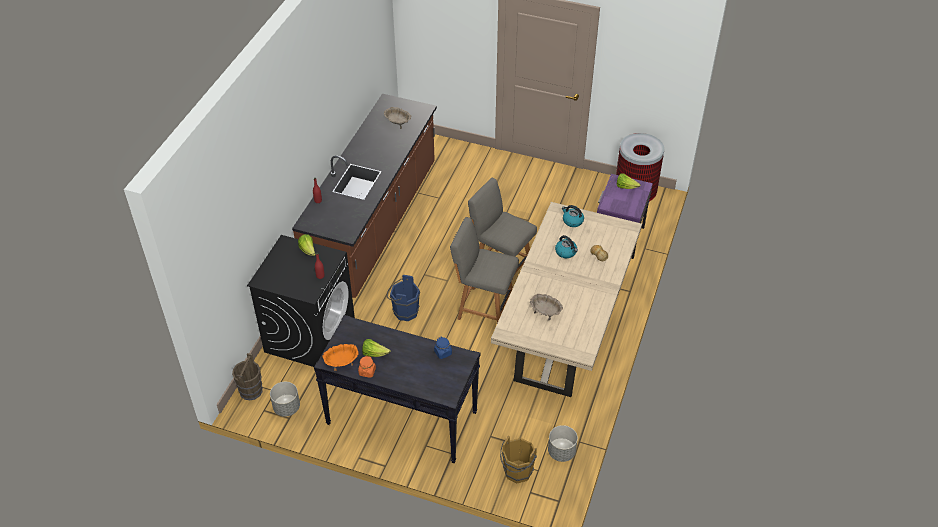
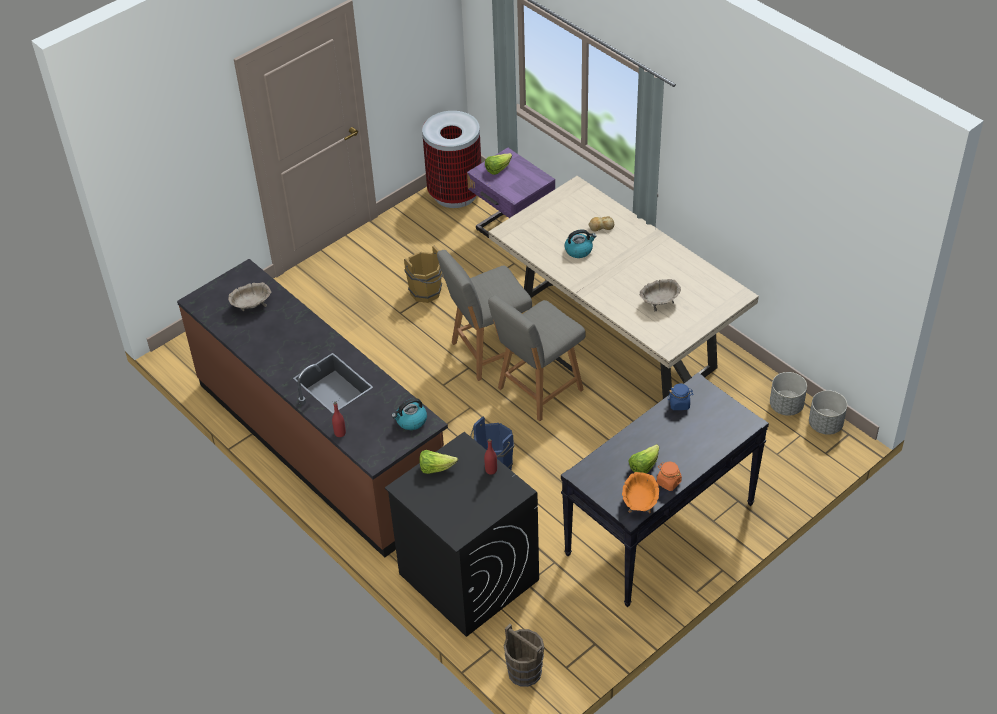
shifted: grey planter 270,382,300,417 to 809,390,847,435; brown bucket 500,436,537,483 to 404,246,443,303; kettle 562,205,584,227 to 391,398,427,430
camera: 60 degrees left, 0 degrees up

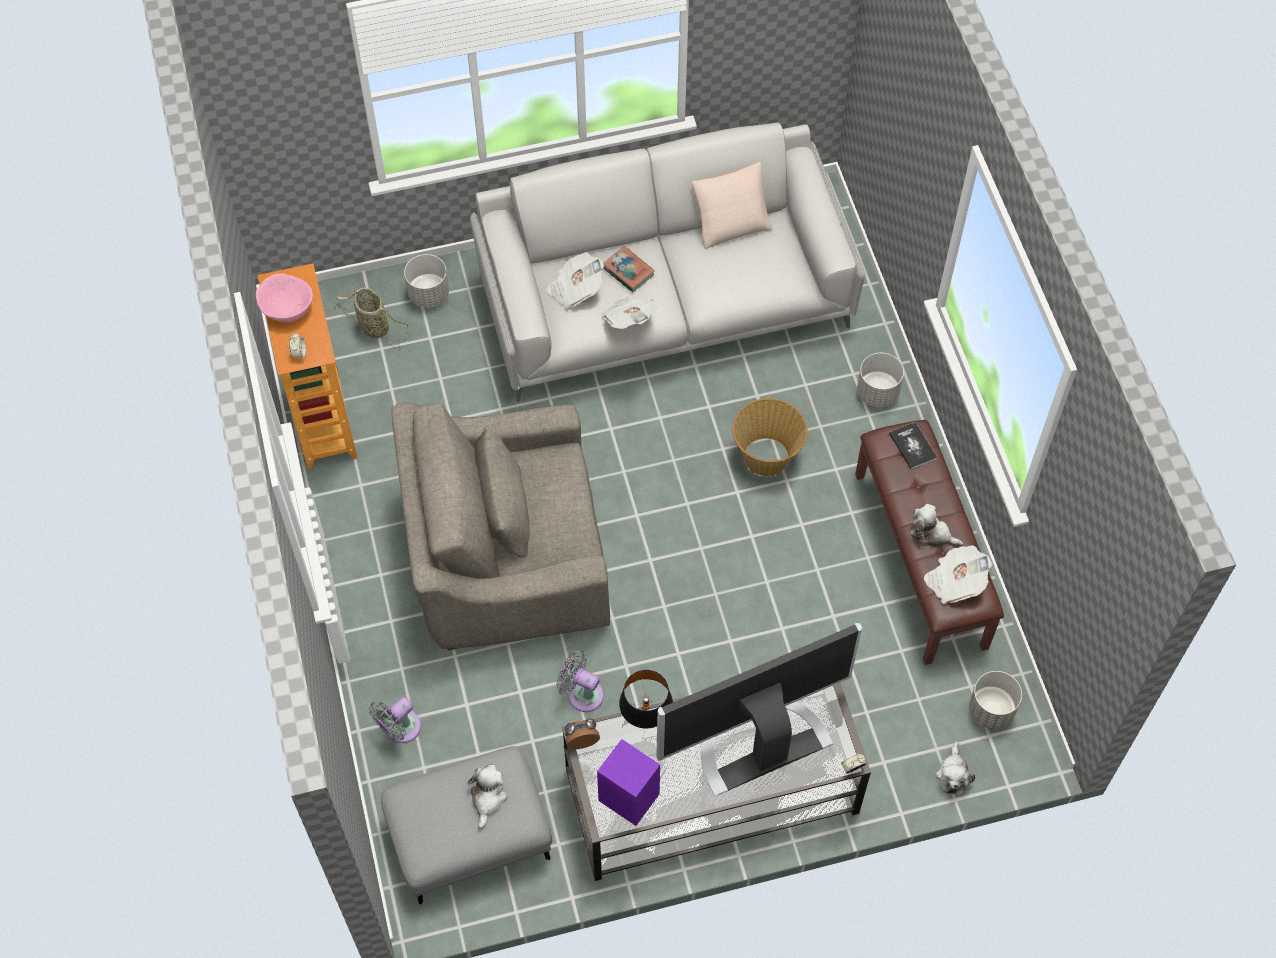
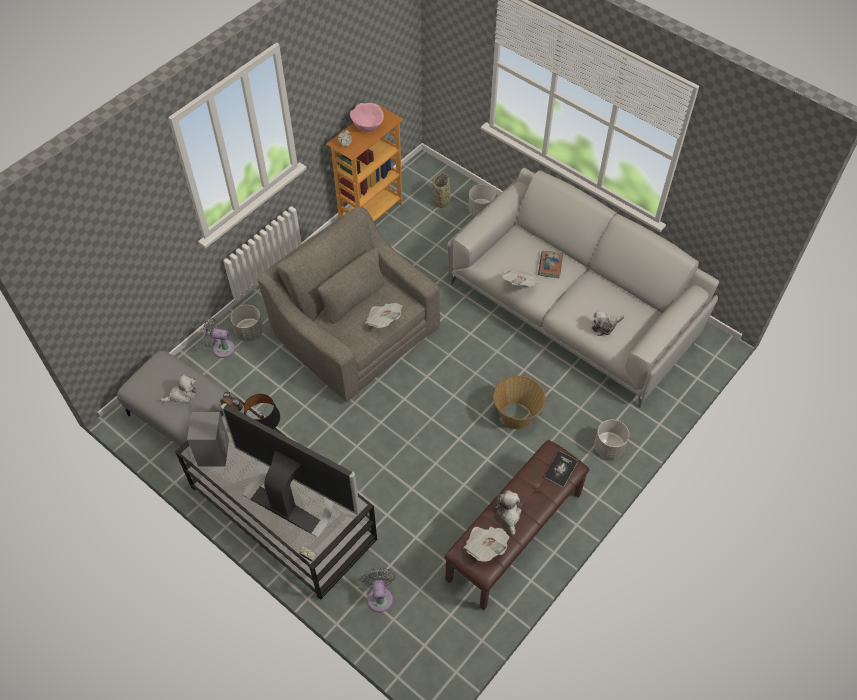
gone: beige pillow 692,162,772,249
shifted: newspaper 547,252,604,308 to 365,302,403,328; grey fan 556,650,604,712 to 360,568,396,612; plush toy 935,741,975,795 to 592,310,624,336; grey planter 969,671,1022,729 to 231,305,263,341
repainted: purple speaker 597,739,660,826 to grey speaker 187,412,229,467
camera: 55 degrees right, 5 degrees down

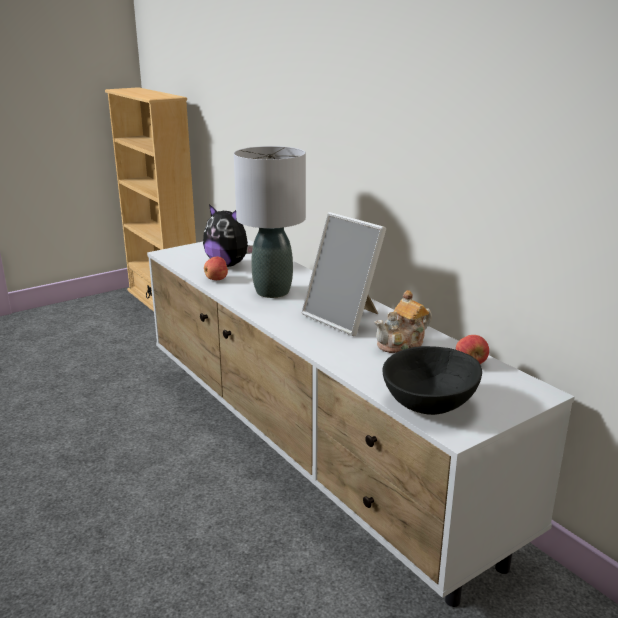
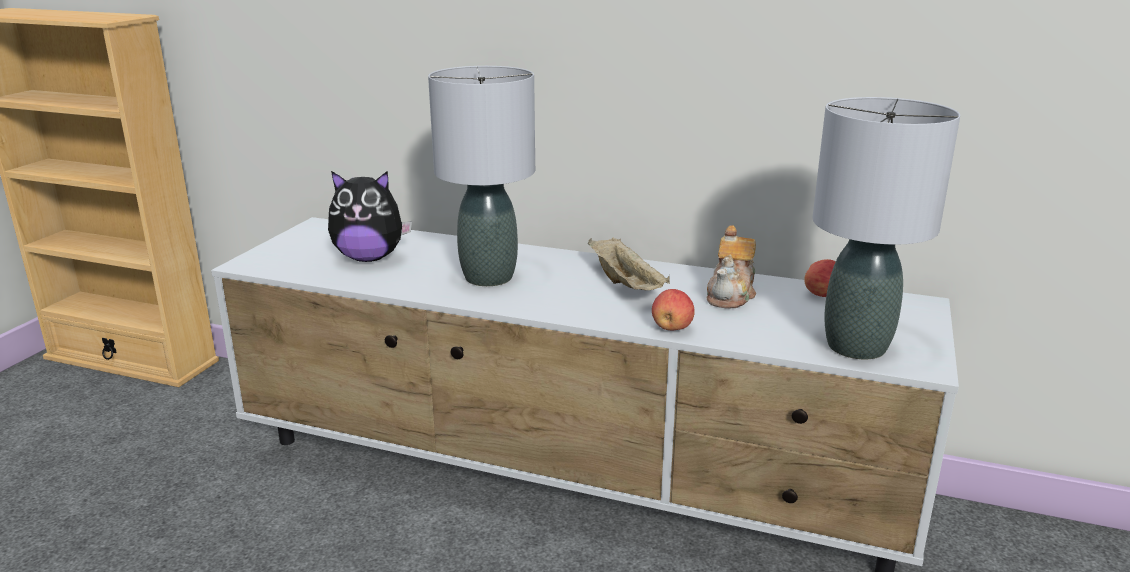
shifted: apple 204,257,228,280 to 652,289,695,330
swapped: picture frame 302,212,386,336 to beige tray 588,238,670,290; black bowl 383,346,482,415 to grey table lamp 813,97,960,360
camera: 35 degrees left, 0 degrees up

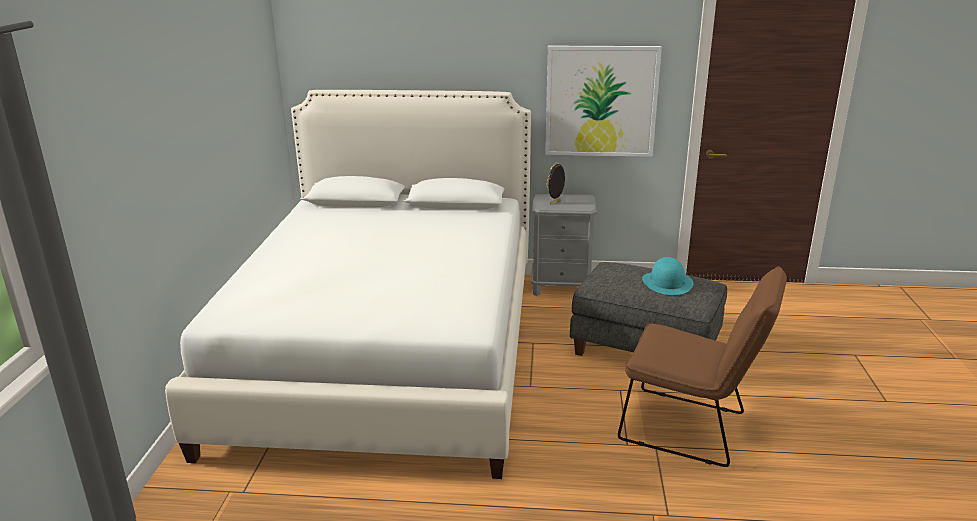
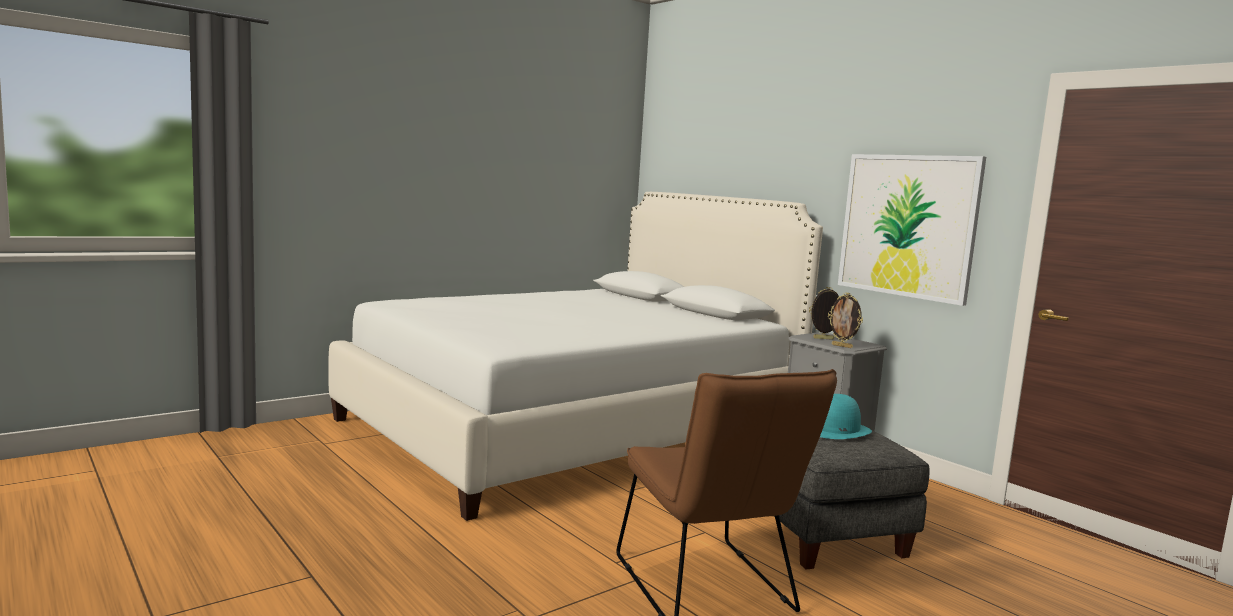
new: picture frame 828,293,863,348
camera: 45 degrees right, 15 degrees down

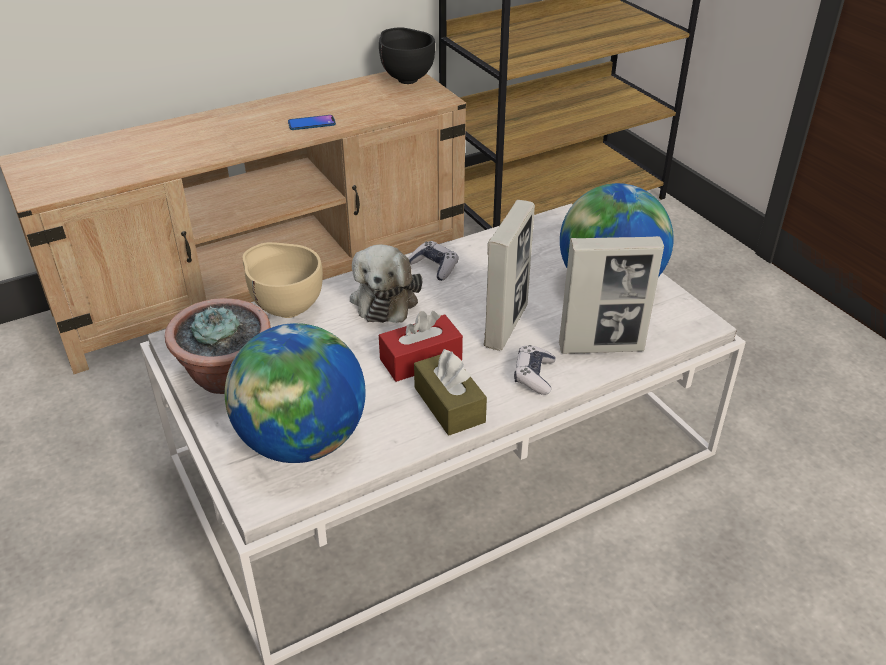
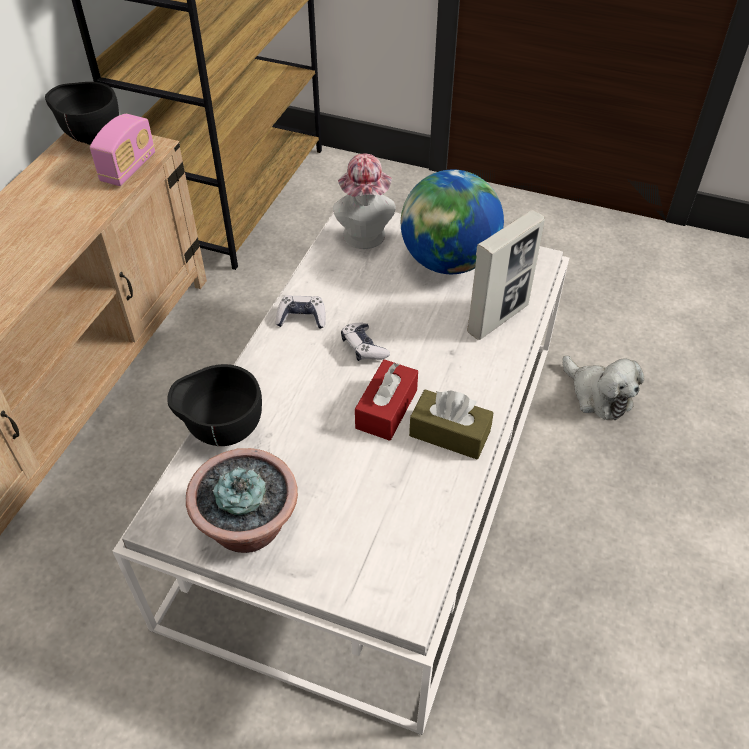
gone: globe 225,323,365,463; phone 288,115,336,130; picture frame 484,200,535,351
new: radio 90,114,155,186; hat 333,154,396,249
shifted: plush toy 350,244,422,323 to 563,355,644,420; game controller 514,345,555,395 to 341,323,390,361
repainted: beige bowl 243,242,323,318 to black bowl 167,364,262,446
camera: 40 degrees left, 10 degrees up

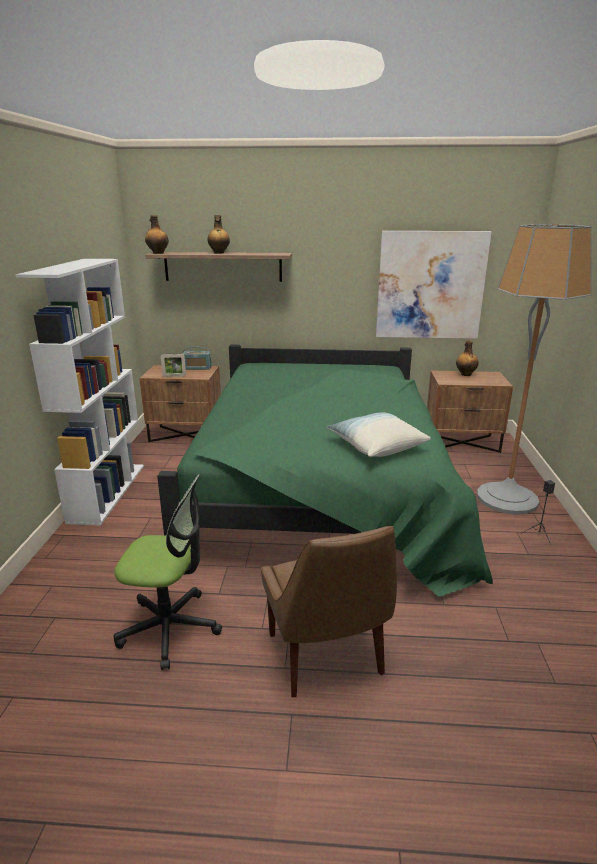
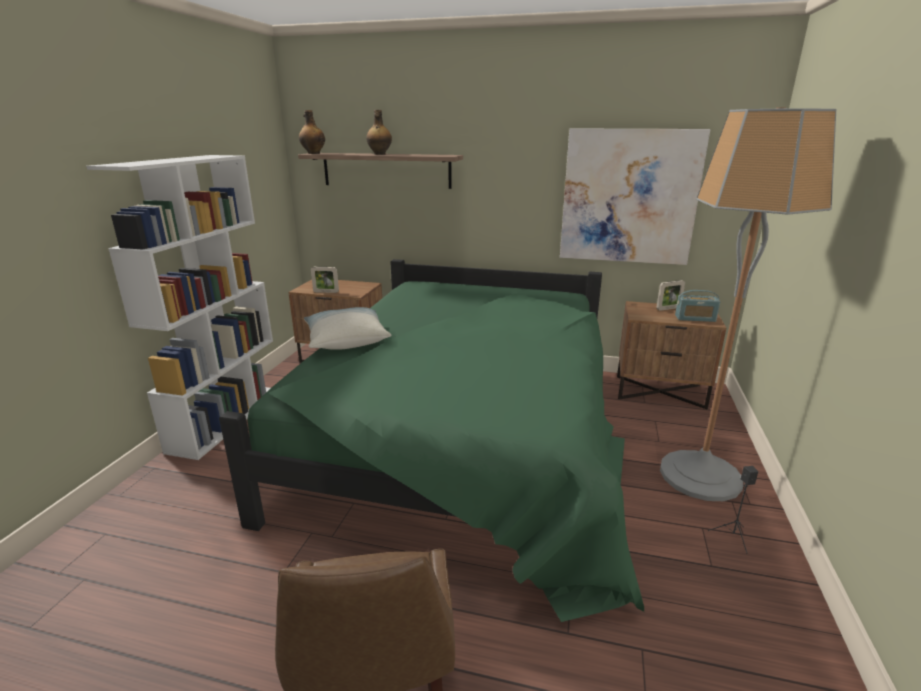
gone: office chair 114,474,222,670
shifted: radio 182,347,211,370 to 675,290,720,322; pillow 326,412,431,457 to 304,307,391,350
swapped: bottle 456,341,478,376 to picture frame 656,280,685,311
camera: 10 degrees right, 0 degrees up

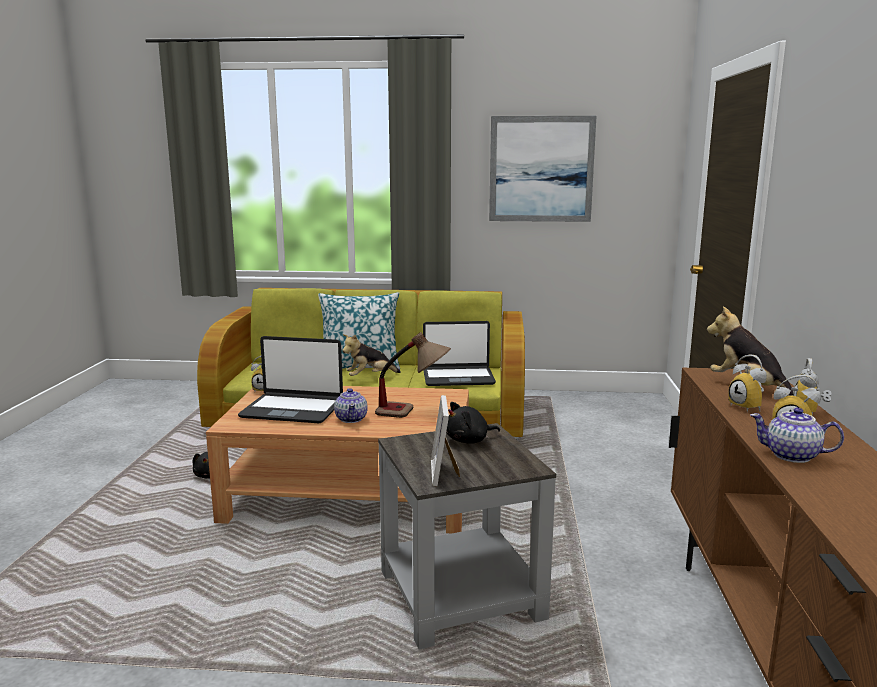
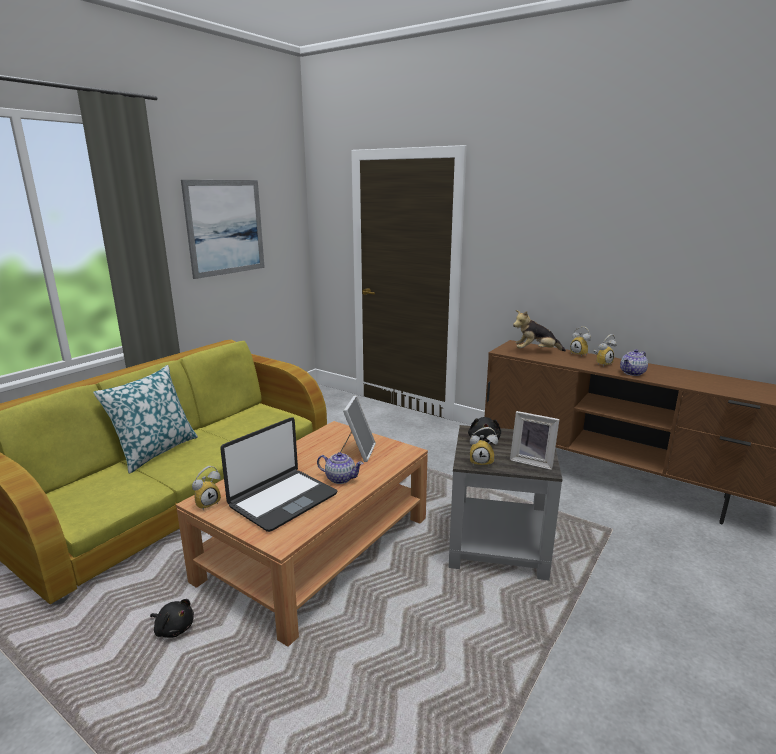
gone: plush toy 342,334,401,376; laptop 423,321,496,386
shifted: alarm clock 728,355,767,412 to 470,427,498,466
swapped: table lamp 375,332,451,418 to picture frame 340,395,376,462
camera: 60 degrees left, 5 degrees up

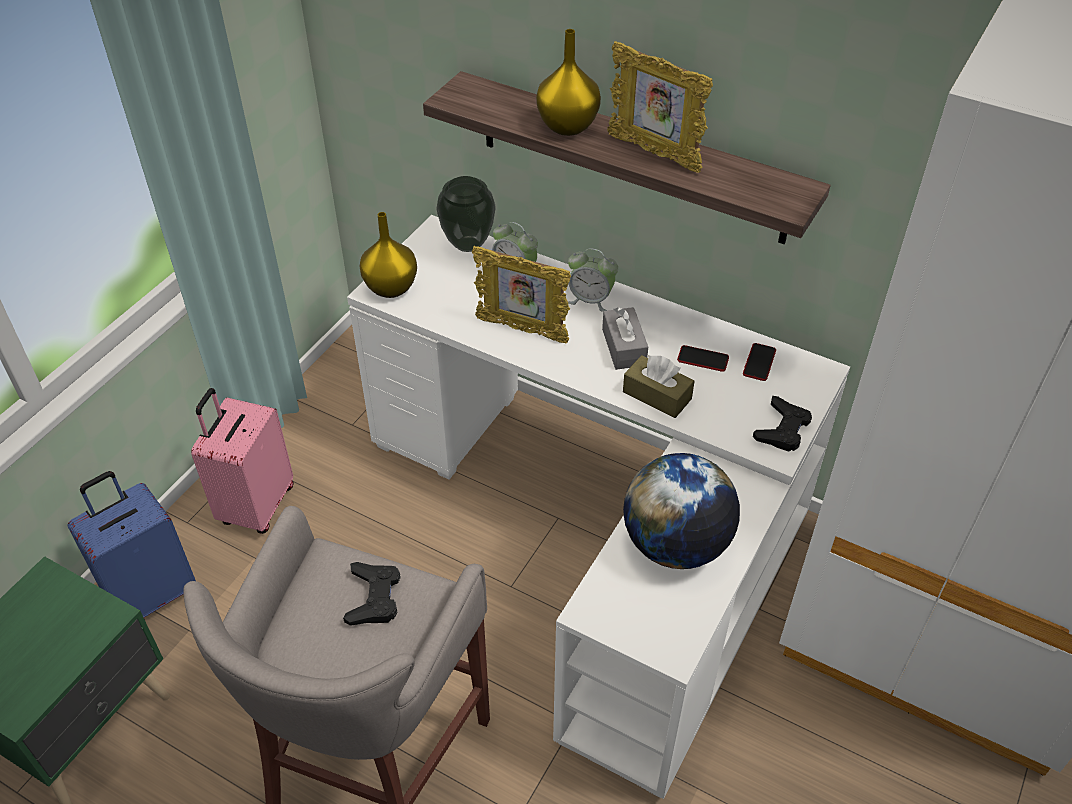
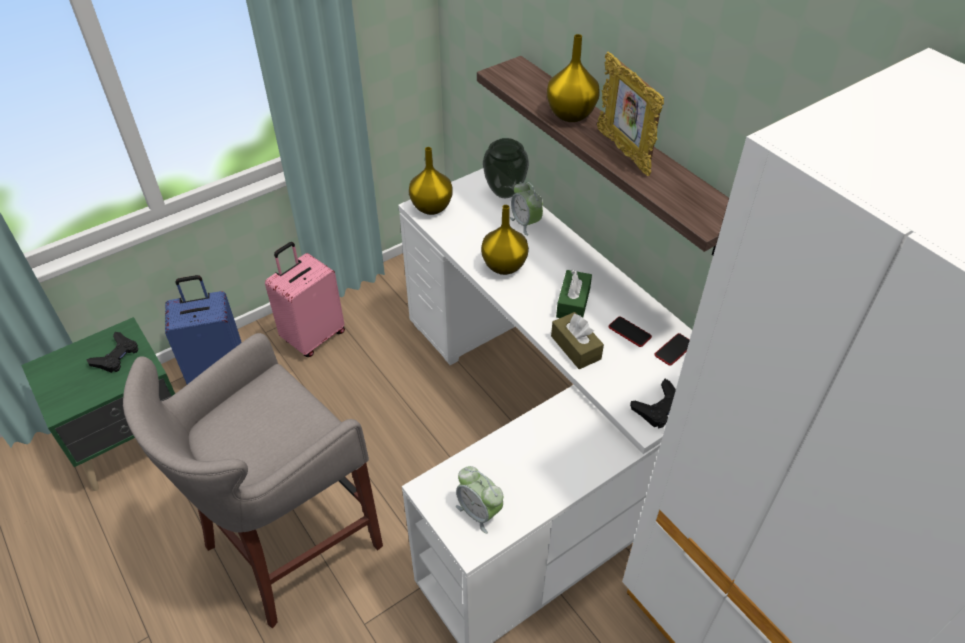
gone: globe 623,453,740,569
shifted: black game controller 343,562,400,626 to 86,332,138,373; alarm clock 568,248,618,312 to 456,466,503,534
swapped: picture frame 472,246,571,344 to yellow vase 481,205,529,275
repainted: grey tissue box 602,307,648,370 to green tissue box 556,269,592,318
camera: 25 degrees right, 0 degrees up

